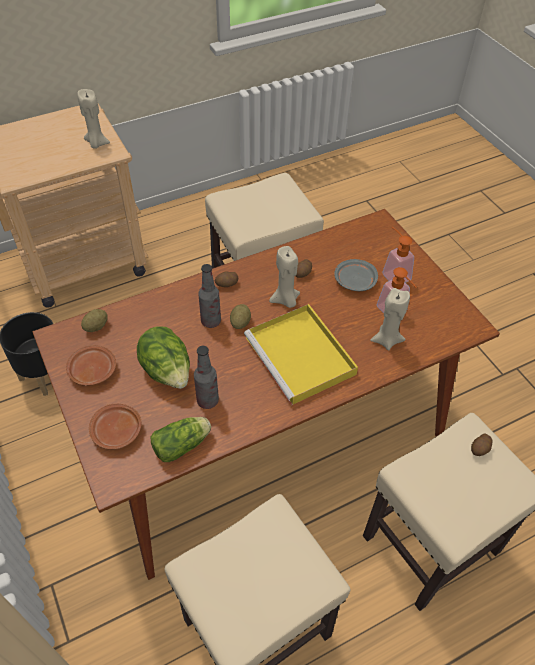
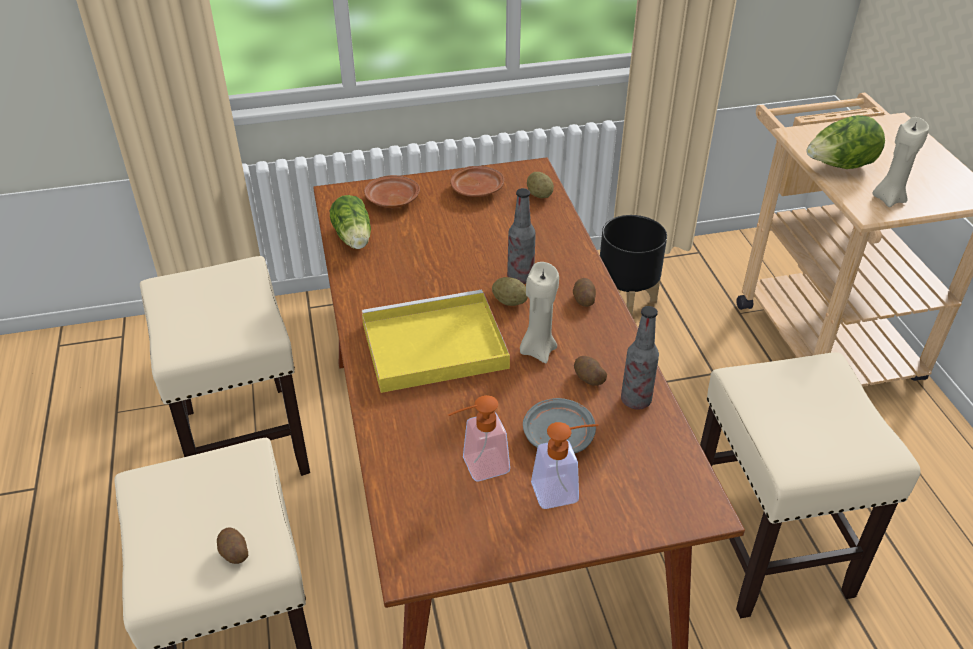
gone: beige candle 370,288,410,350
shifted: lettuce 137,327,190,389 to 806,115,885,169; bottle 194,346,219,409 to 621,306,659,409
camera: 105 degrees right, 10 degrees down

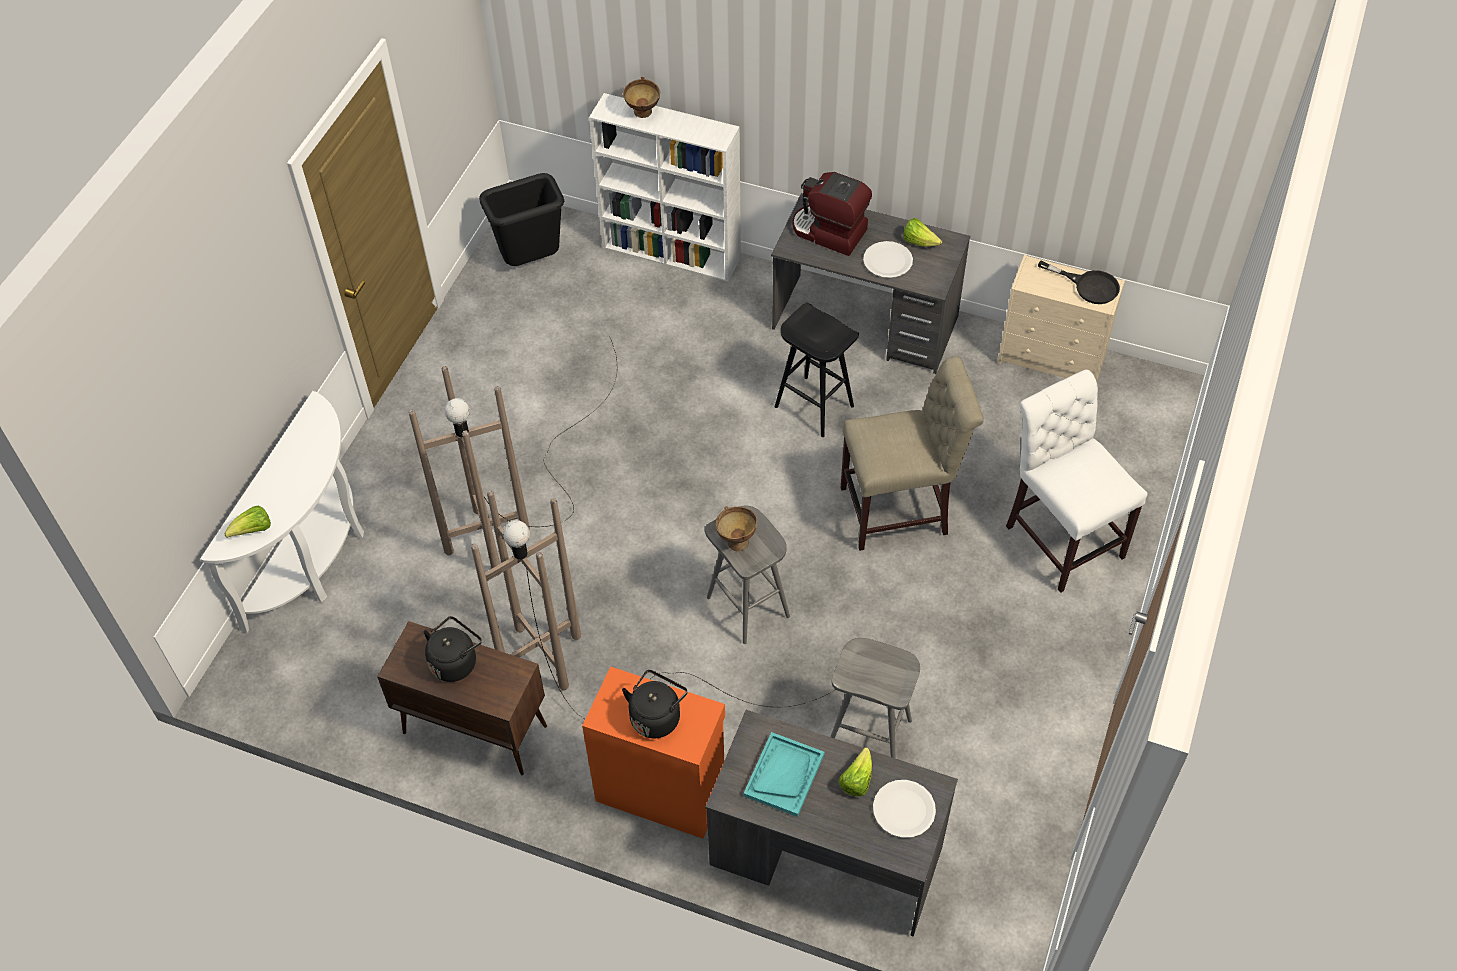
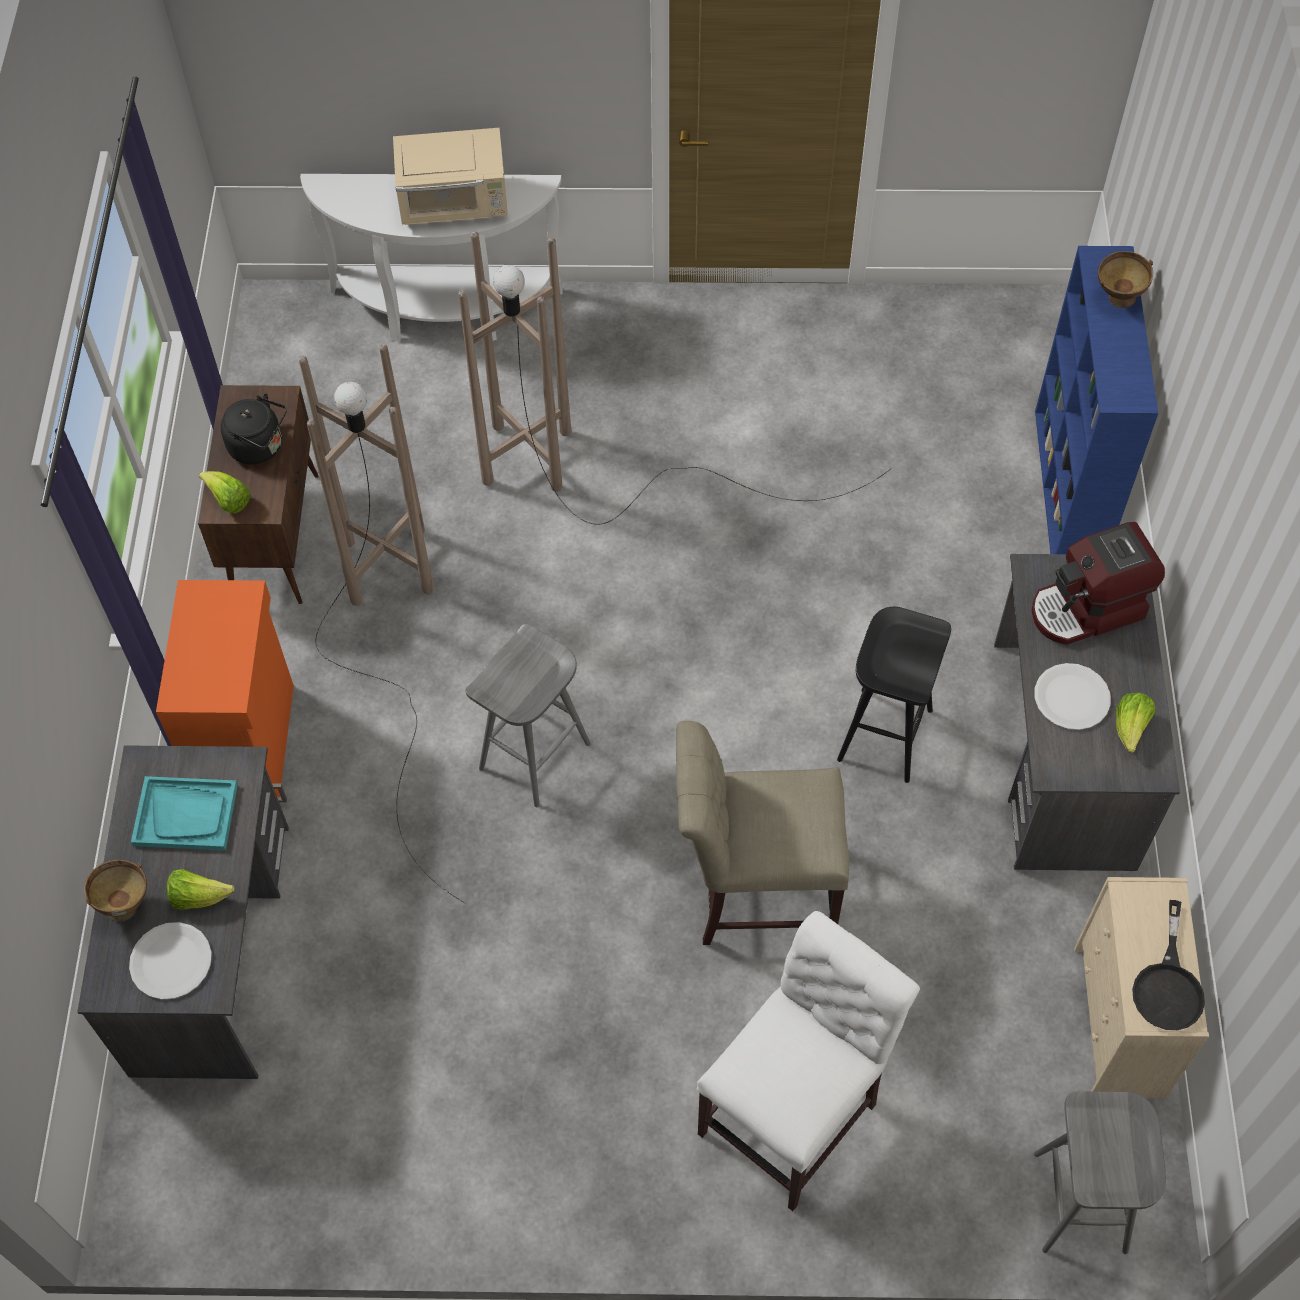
gone: black trash can 479,173,564,266; black kettle 622,670,688,738
new: beige microwave 393,128,508,225
shifted: lettuce 225,505,271,538 to 199,471,251,514; brown bowl 715,506,758,552 to 84,860,147,922; grey stool 830,638,920,758 to 1034,1091,1166,1254
repainted: white bookcase 589,93,741,282 to blue bookcase 1035,246,1158,554
rotated: coffee machine 792,172,872,256 = 1032,522,1165,645 120 degrees counterclockwise; beige chair 841,356,984,551 = 676,721,849,945 120 degrees clockwise
camera: 70 degrees right, 5 degrees up

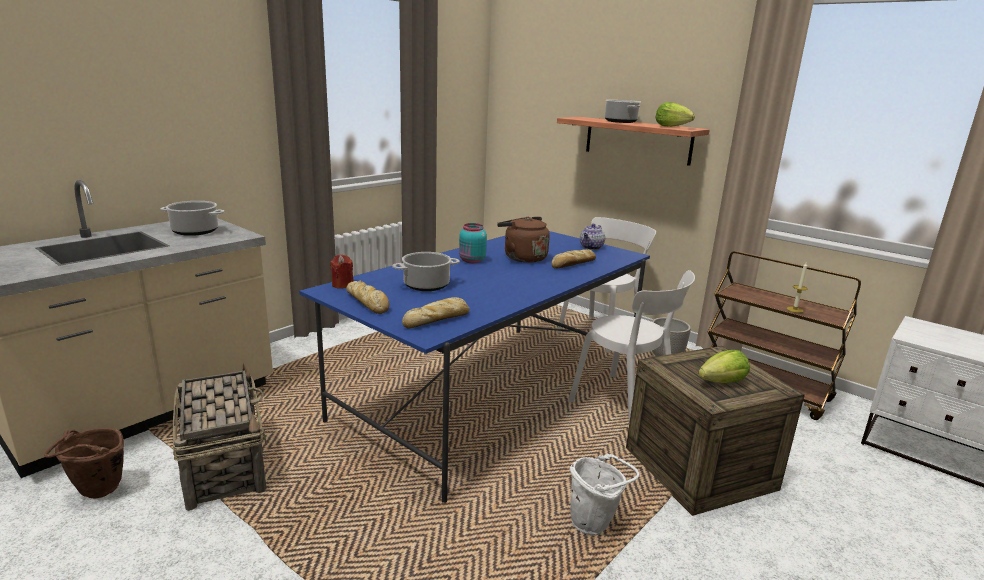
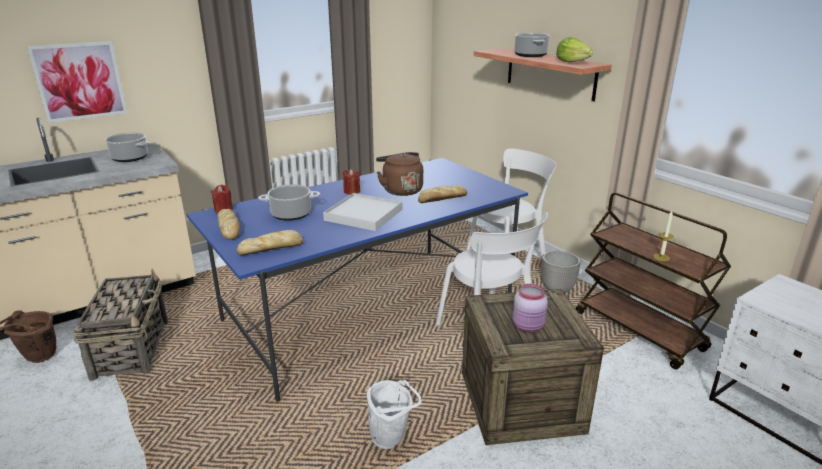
gone: teapot 580,224,605,250
new: picture 27,41,128,123; white tray 323,193,402,231
swapped: turquoise jar 459,223,487,263 to red candle 343,169,360,195; lettuce 699,350,750,383 to pink jar 512,284,548,333
camera: 15 degrees right, 5 degrees up

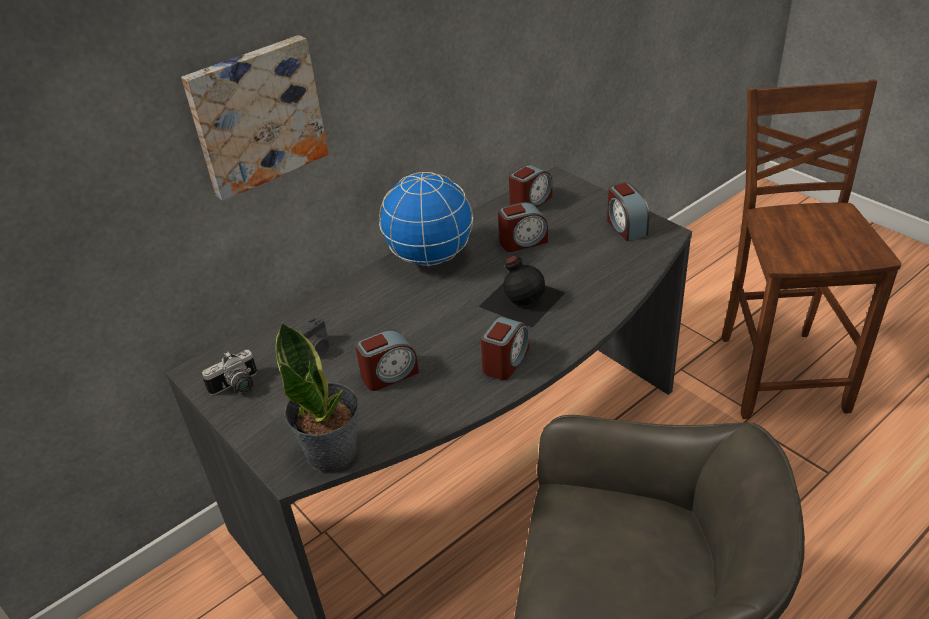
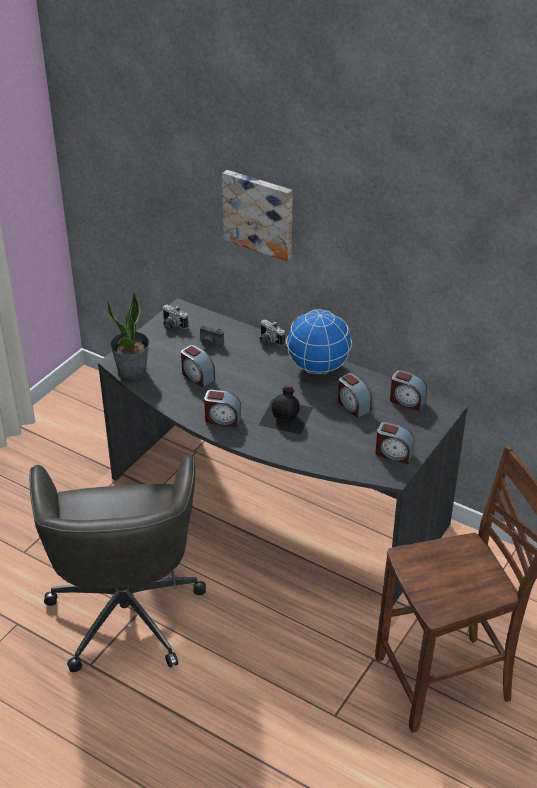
new: photo camera 259,319,285,346
rotated: alarm clock 607,182,649,241 = 375,422,414,464 120 degrees counterclockwise
camera: 70 degrees right, 0 degrees up

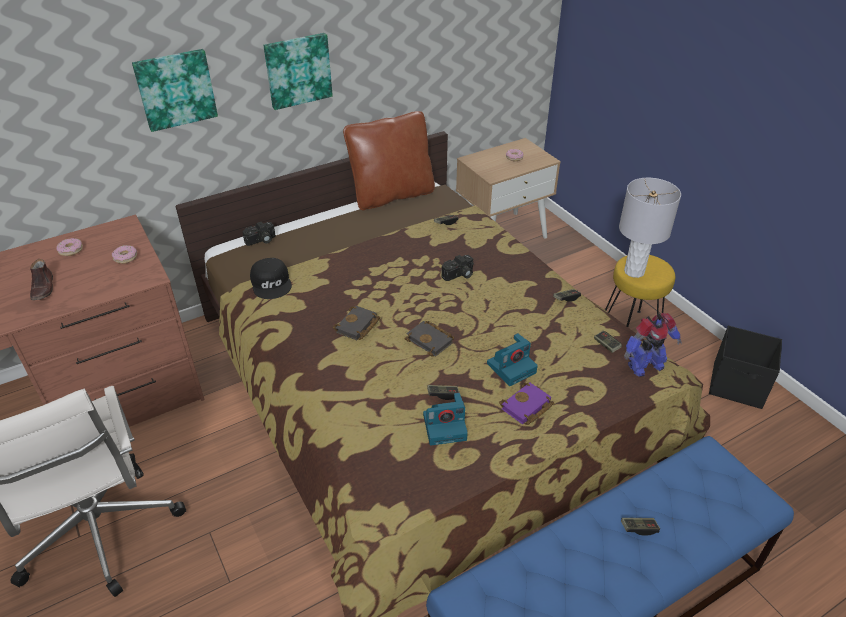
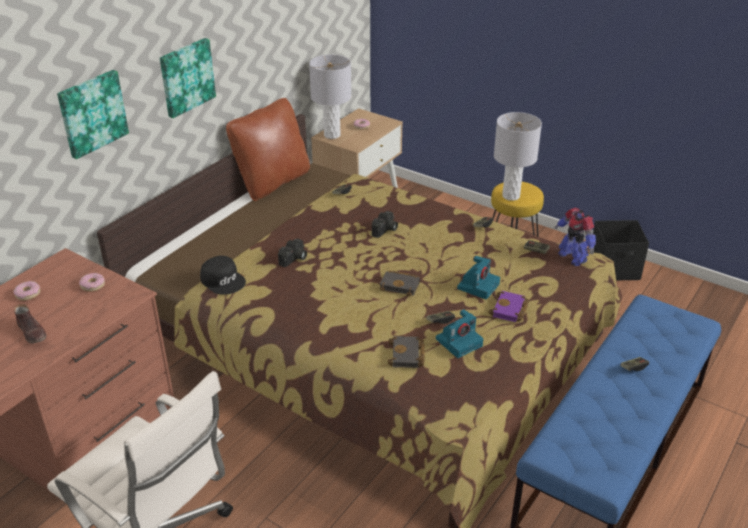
new: grey table lamp 309,55,351,139
shifted: photo camera 242,222,275,246 to 278,238,307,267; black book 333,306,380,340 to 388,336,425,368
rotated: toy robot 624,312,682,377 = 554,208,596,266 105 degrees clockwise
camera: 25 degrees left, 5 degrees down

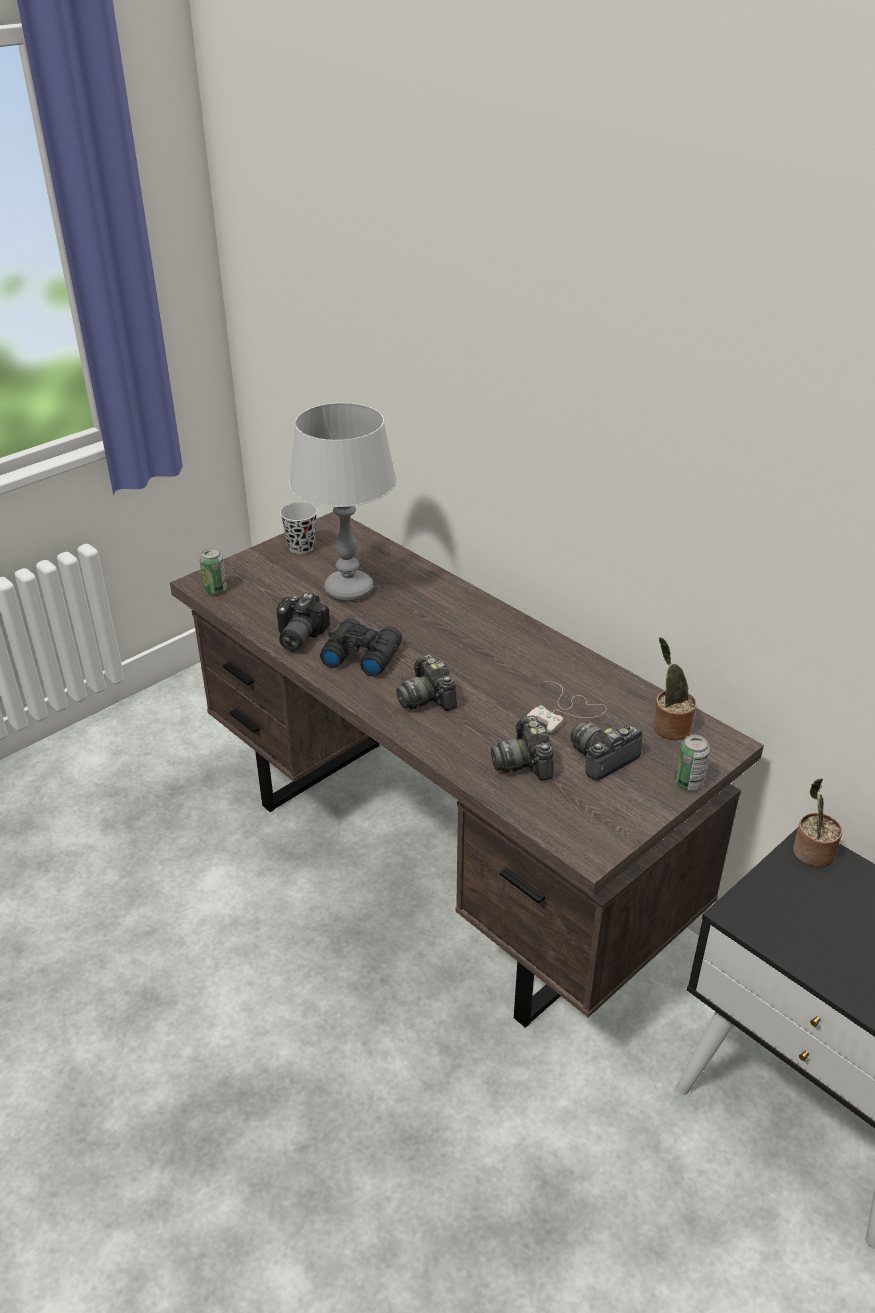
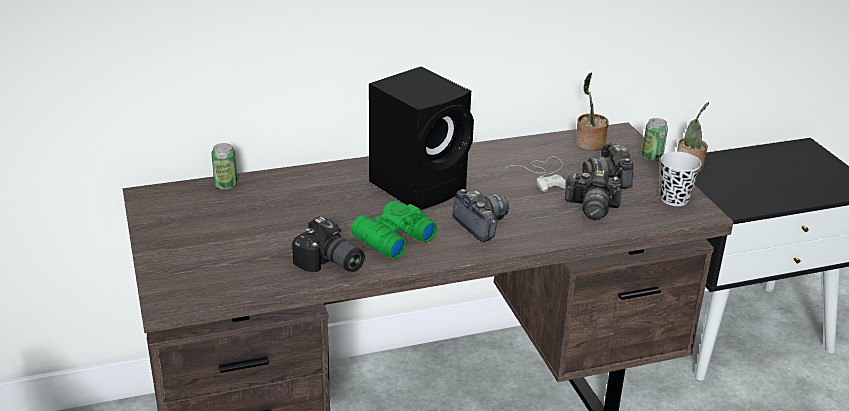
gone: grey table lamp 289,403,396,602
new: black speaker 369,66,474,210
shifted: can 199,548,227,595 to 212,143,237,190; black cup 280,502,317,554 to 660,152,701,206
repainted: black binoculars 320,618,402,677 to green binoculars 351,201,437,259
rotated: photo camera 396,654,457,711 = 453,189,509,242 120 degrees counterclockwise
camera: 65 degrees left, 5 degrees down

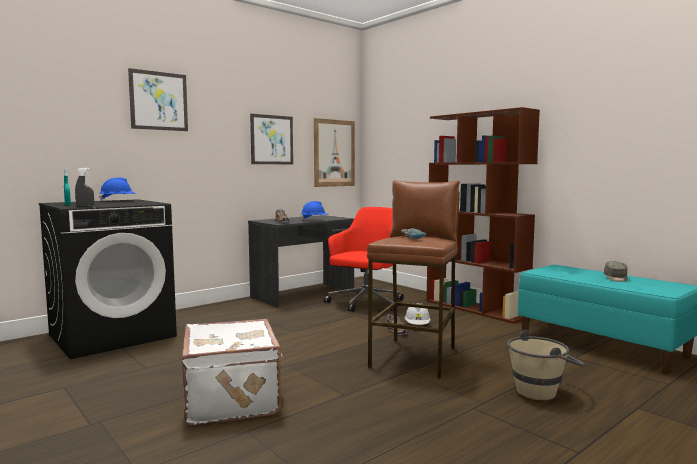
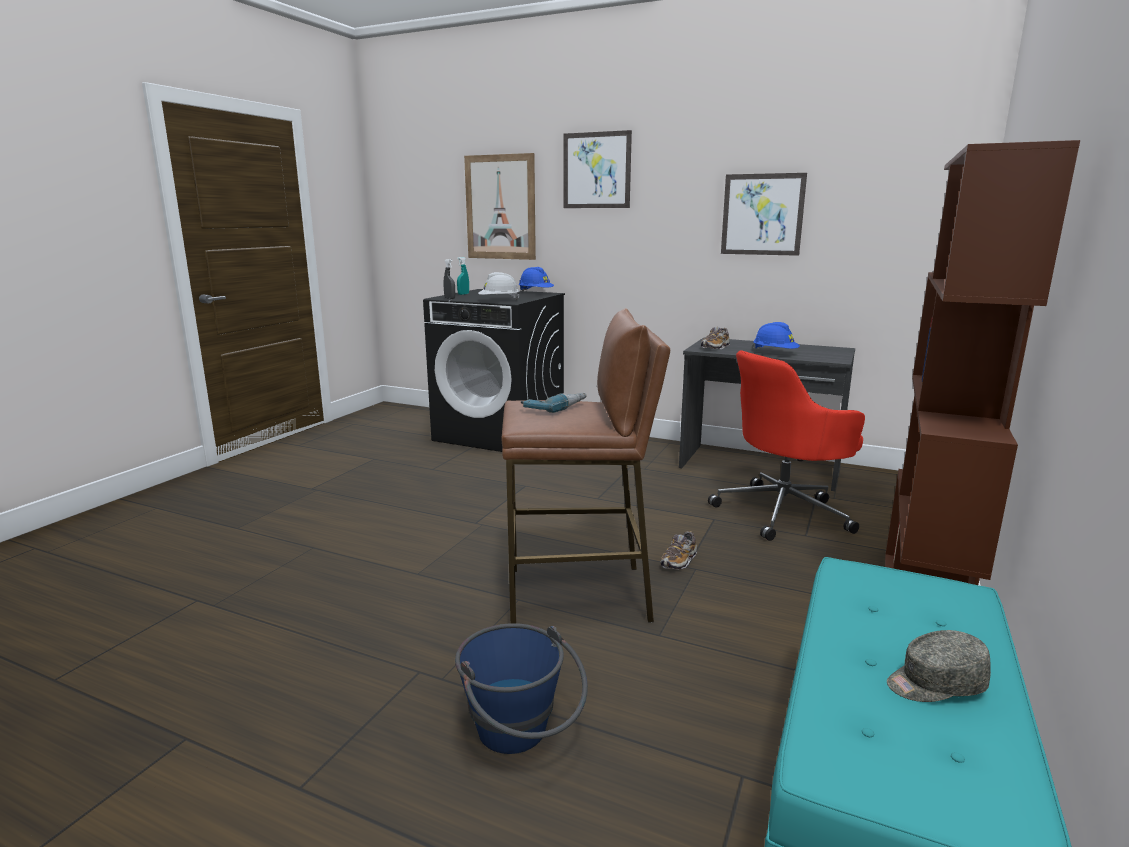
gone: white suitcase 182,319,284,425
shifted: picture 314,118,355,187 to 464,153,536,260; white hard hat 405,303,431,325 to 478,272,520,300
repainted: beige bucket 507,330,585,400 to blue bucket 455,623,588,754
rotated: red office chair 324,207,404,312 = 708,350,865,541 150 degrees clockwise
camera: 65 degrees right, 10 degrees up

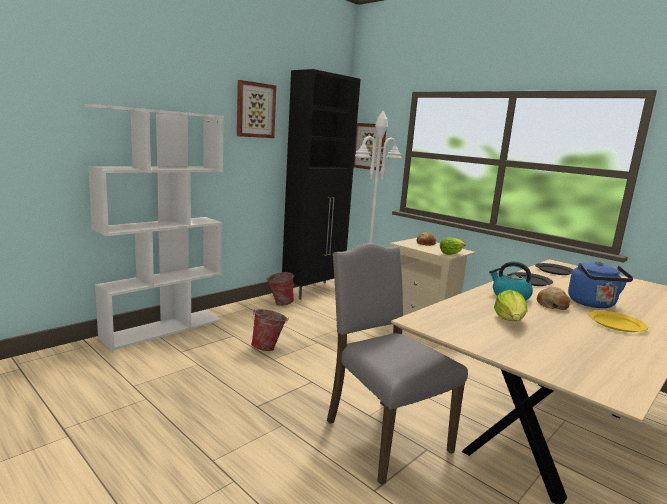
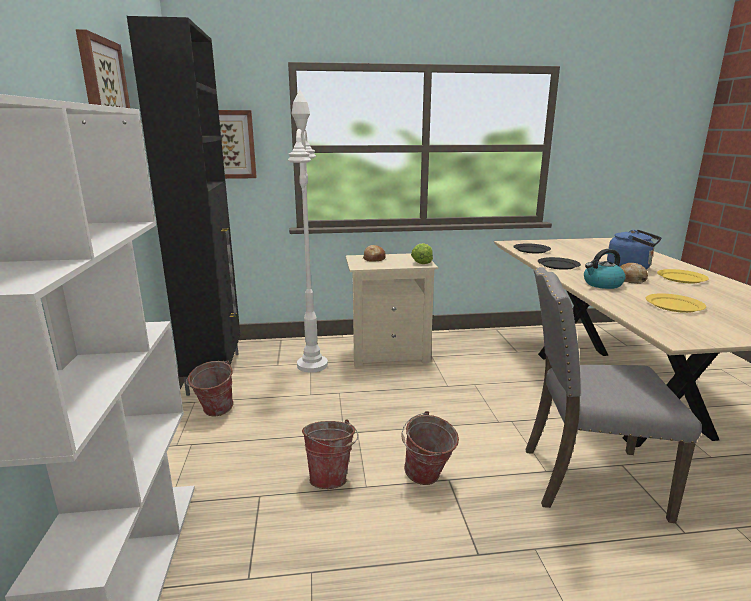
new: bucket 401,411,459,485
swapped: lettuce 494,290,527,321 to yellow plate 646,293,706,313
camera: 50 degrees left, 5 degrees up

